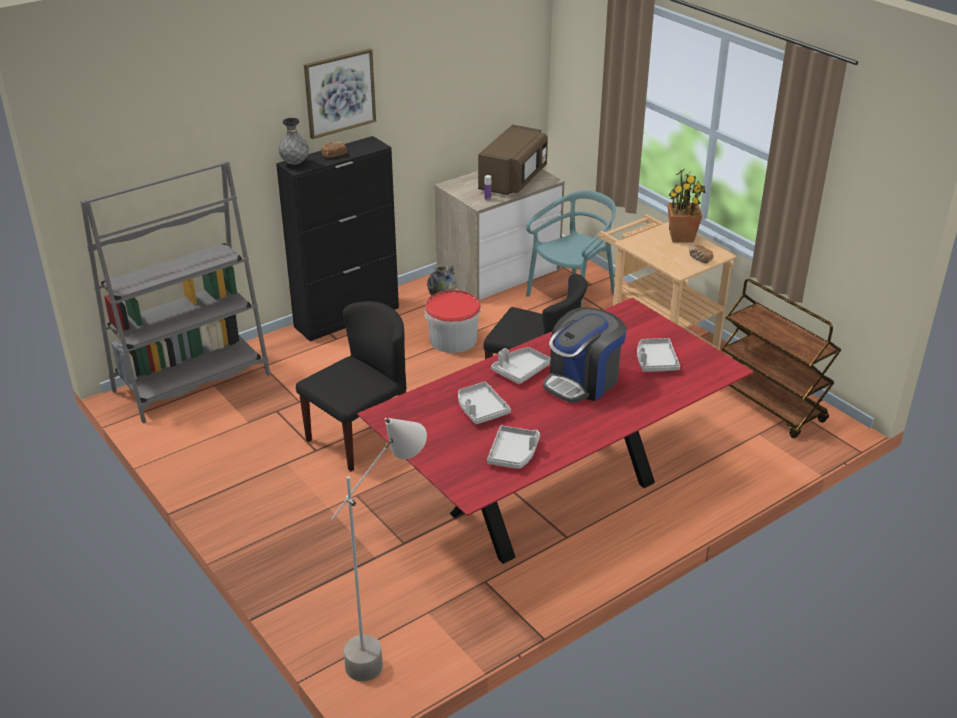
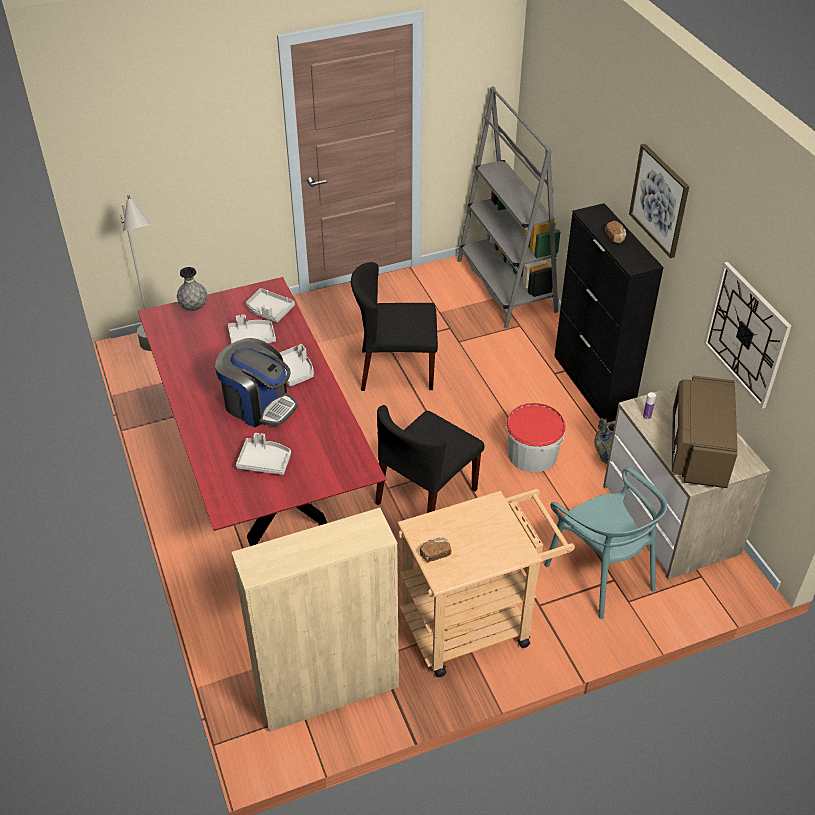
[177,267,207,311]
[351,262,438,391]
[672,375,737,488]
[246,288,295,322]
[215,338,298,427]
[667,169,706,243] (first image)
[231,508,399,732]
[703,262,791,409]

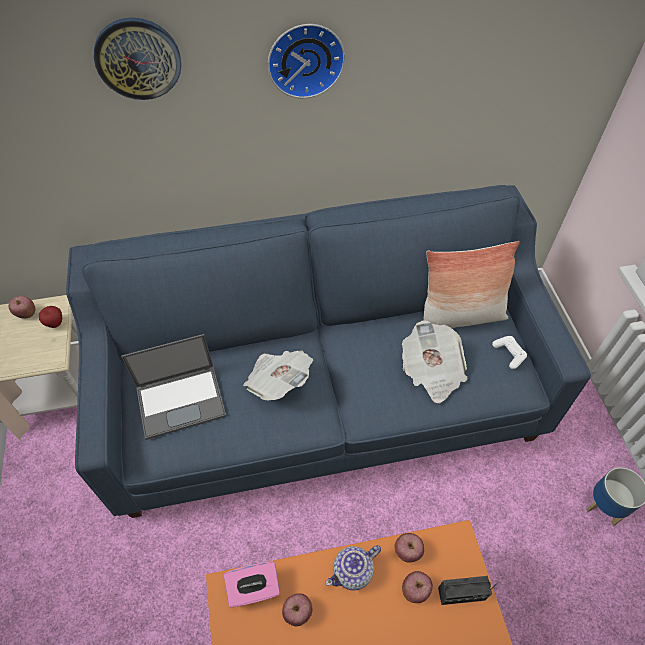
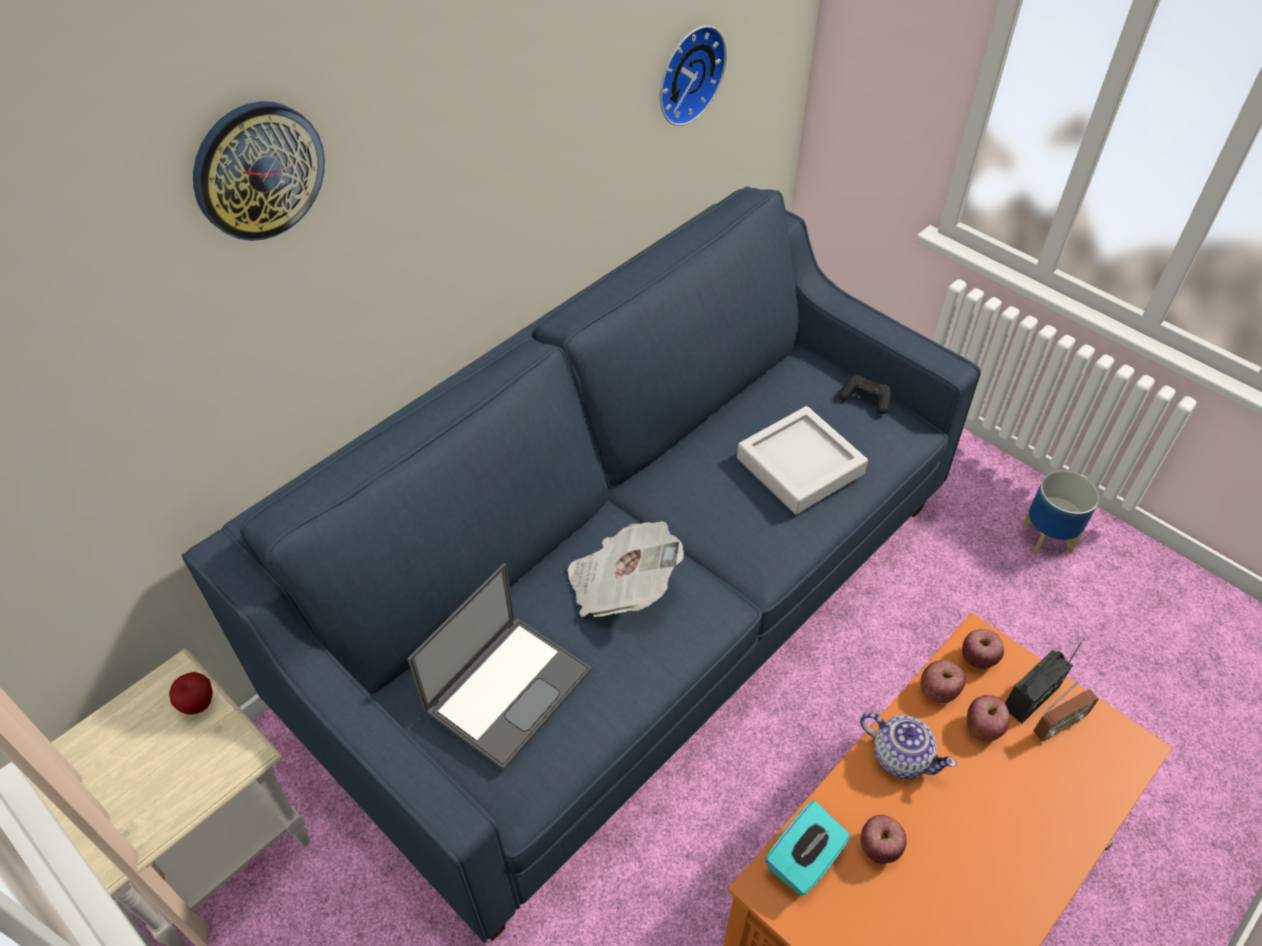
[962,629,1004,669]
[765,801,850,895]
[660,25,727,126]
[860,712,957,779]
[737,406,868,515]
[424,241,520,328] (first image)
[839,375,891,414]
[1033,681,1099,741]

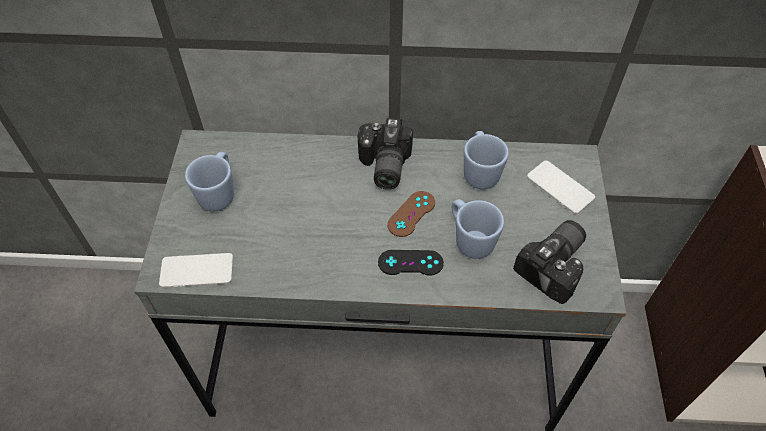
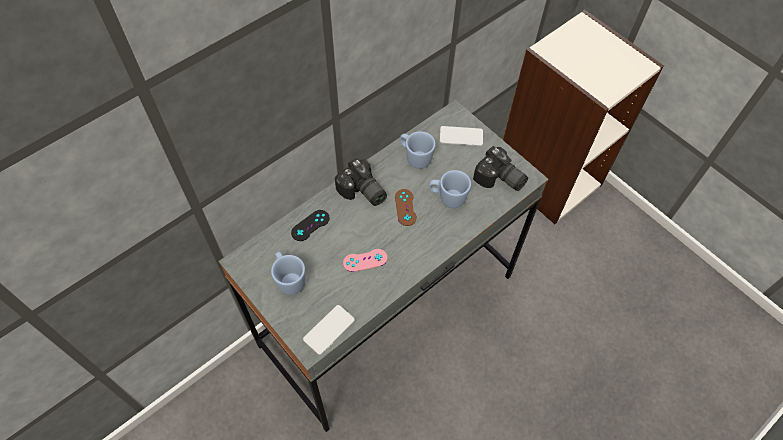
[291,210,330,241]
[473,146,528,191]
[343,249,388,272]

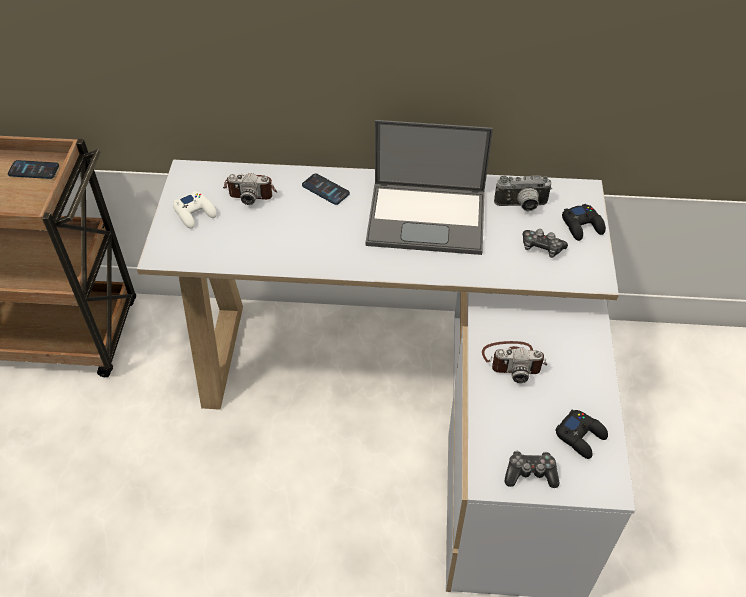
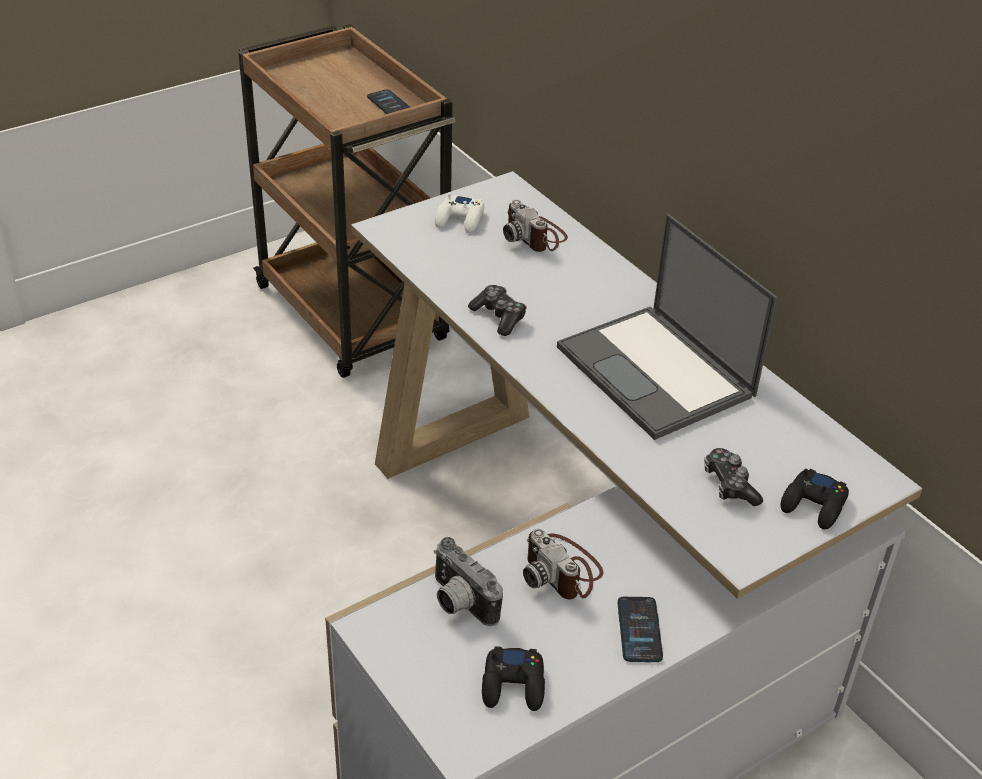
[618,597,663,662]
[434,537,503,626]
[468,285,527,336]

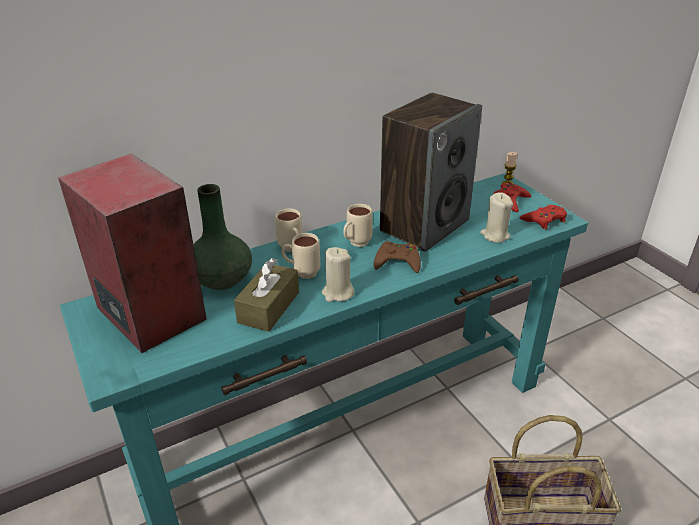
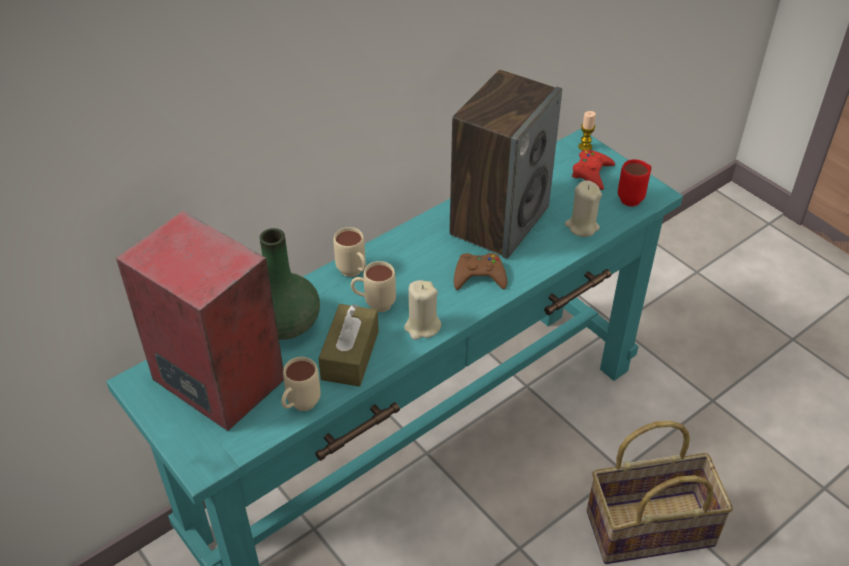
[282,357,321,411]
[618,159,651,207]

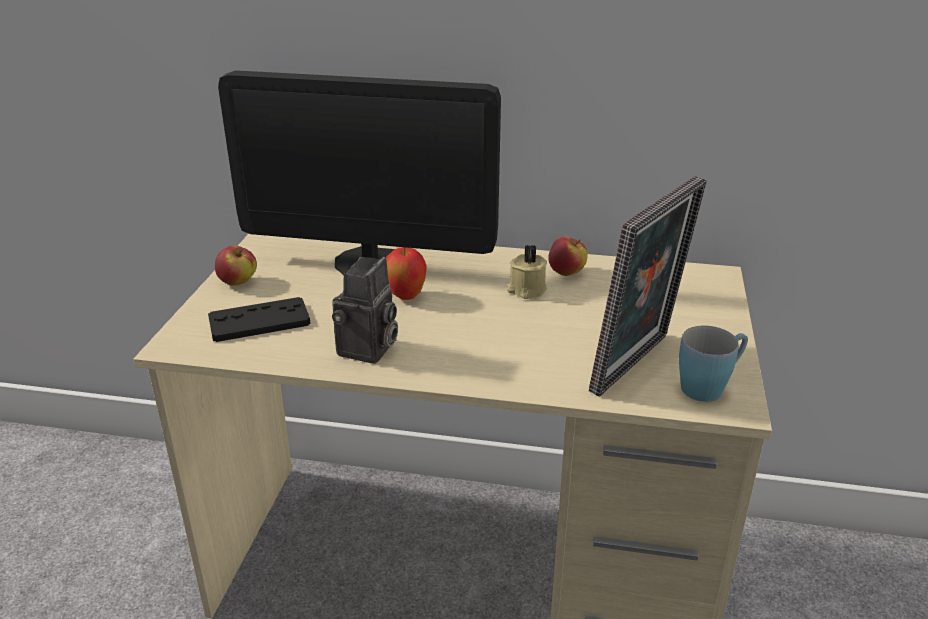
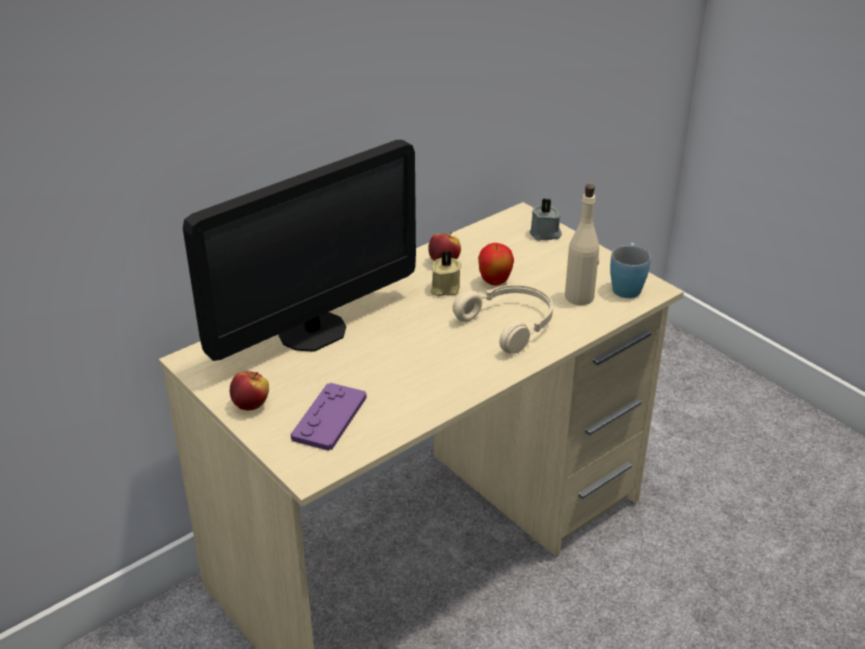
[291,383,367,451]
[332,257,398,364] (first image)
[478,243,514,285]
[565,184,600,305]
[453,285,553,354]
[530,199,562,241]

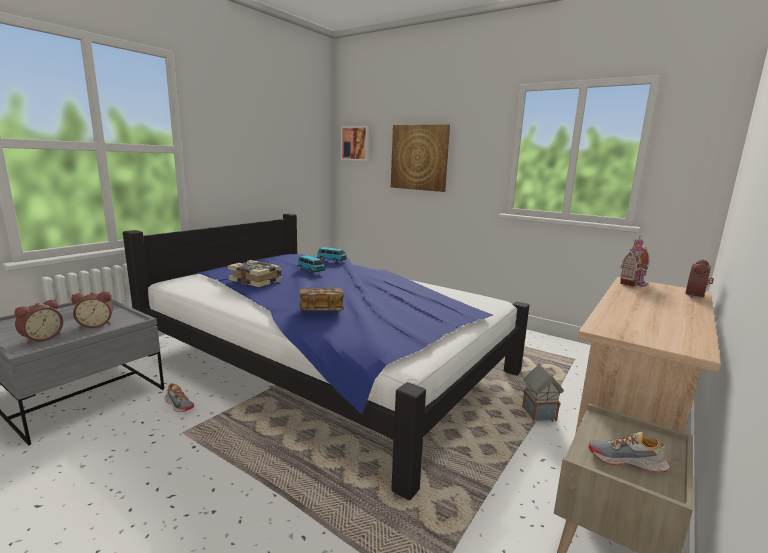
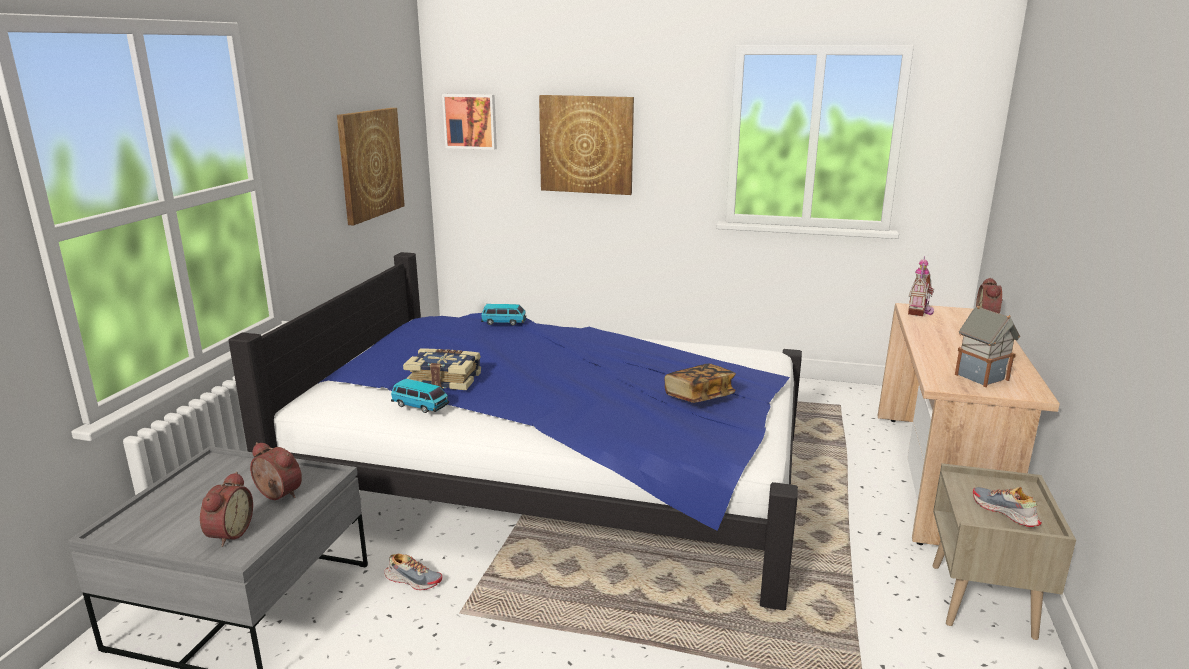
[250,442,302,500]
[391,379,449,413]
[664,363,736,403]
[955,306,1020,387]
[973,487,1042,527]
[337,108,405,226]

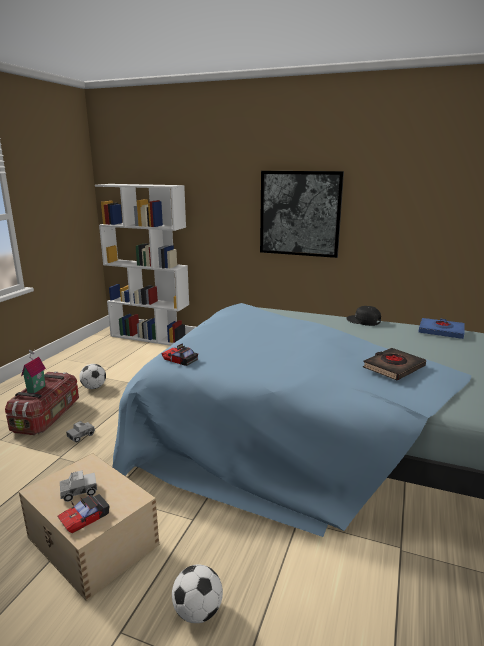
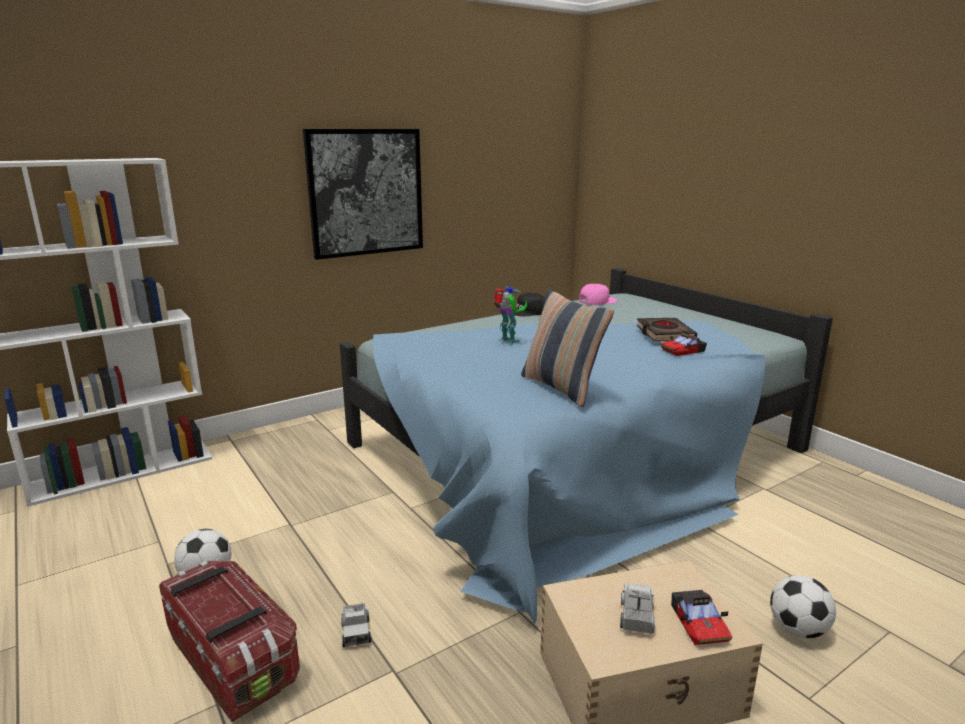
[21,350,46,394] (first image)
[661,331,707,356]
[579,284,617,305]
[493,286,527,345]
[521,290,614,407]

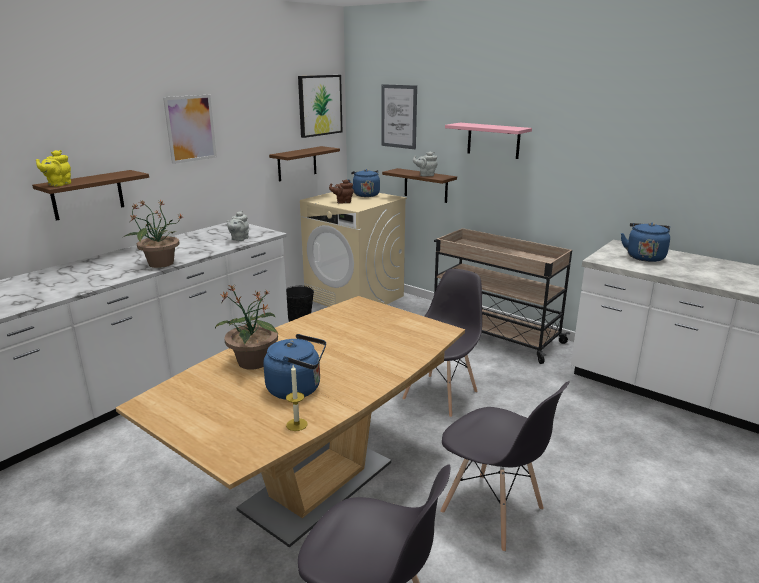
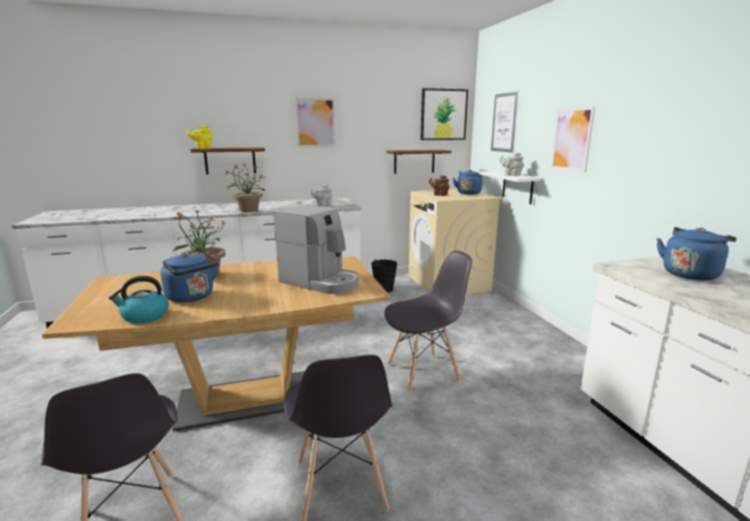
[109,276,169,323]
[479,171,541,204]
[434,228,572,364] (first image)
[551,107,595,173]
[274,205,359,294]

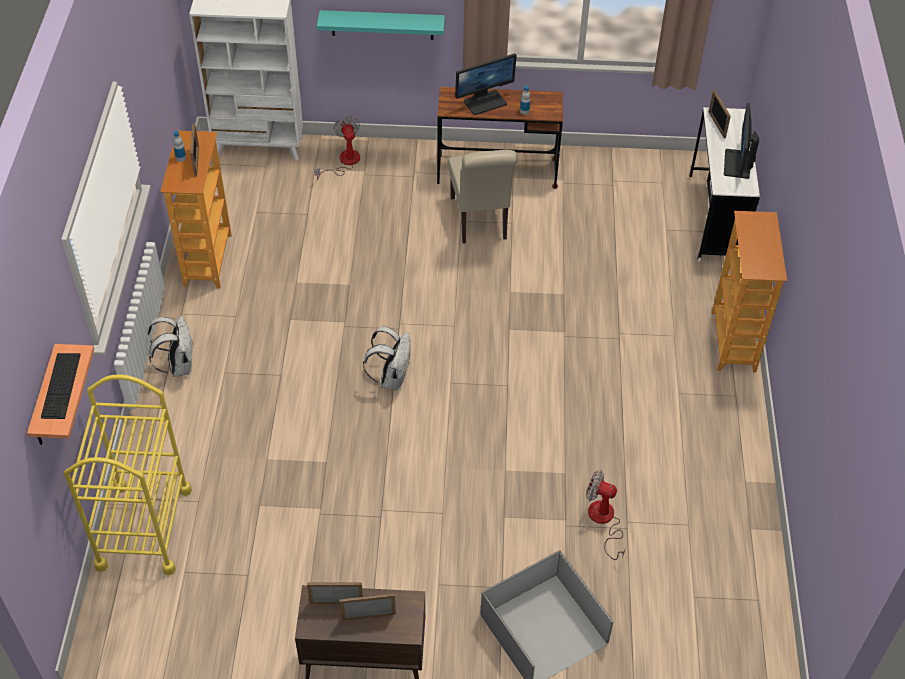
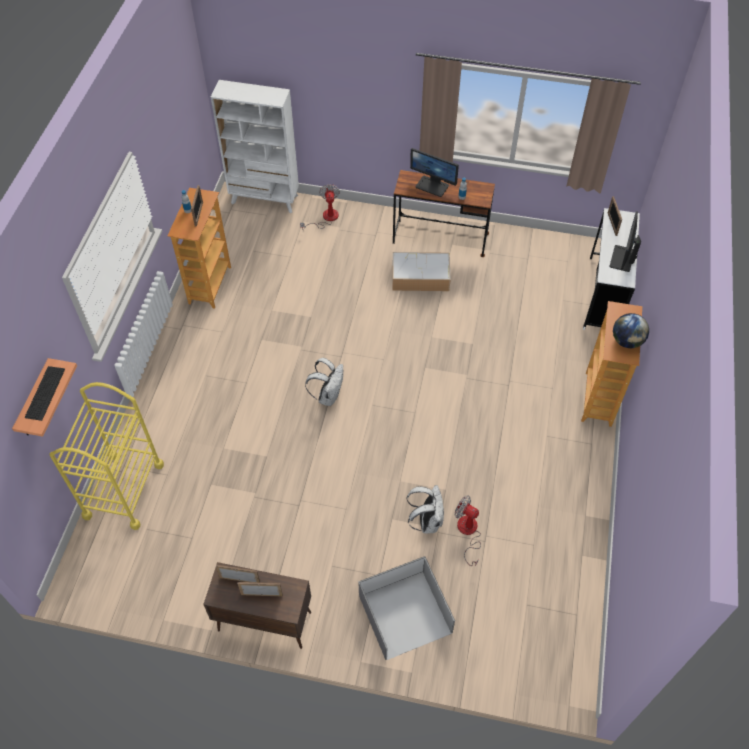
[406,485,444,533]
[317,10,445,40] (first image)
[392,252,451,291]
[410,148,459,197]
[613,313,649,348]

